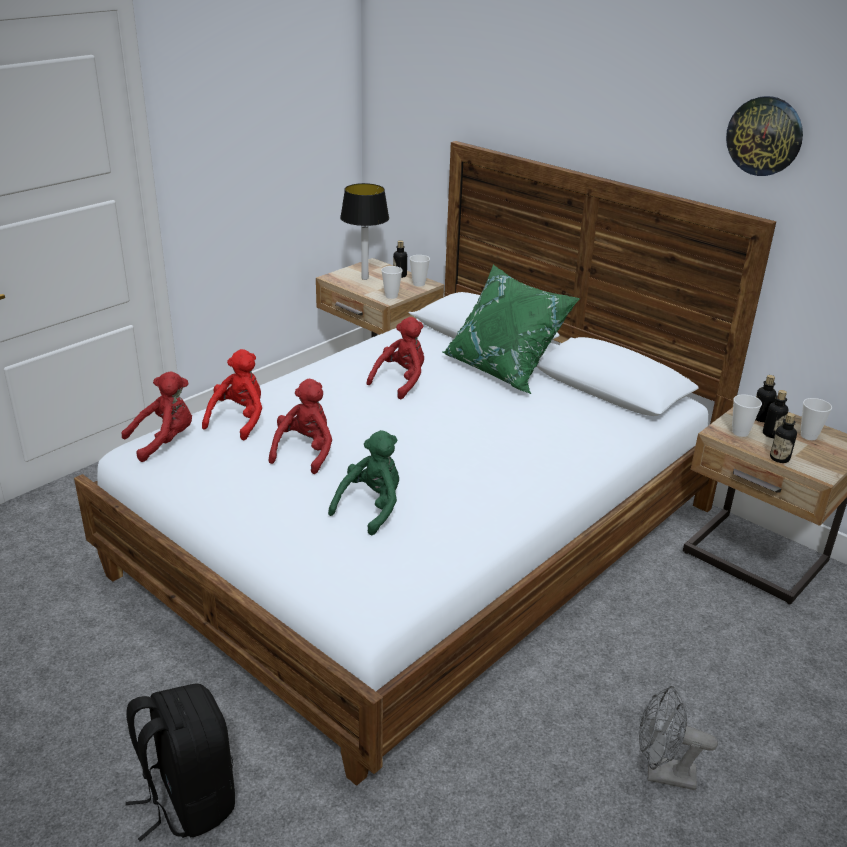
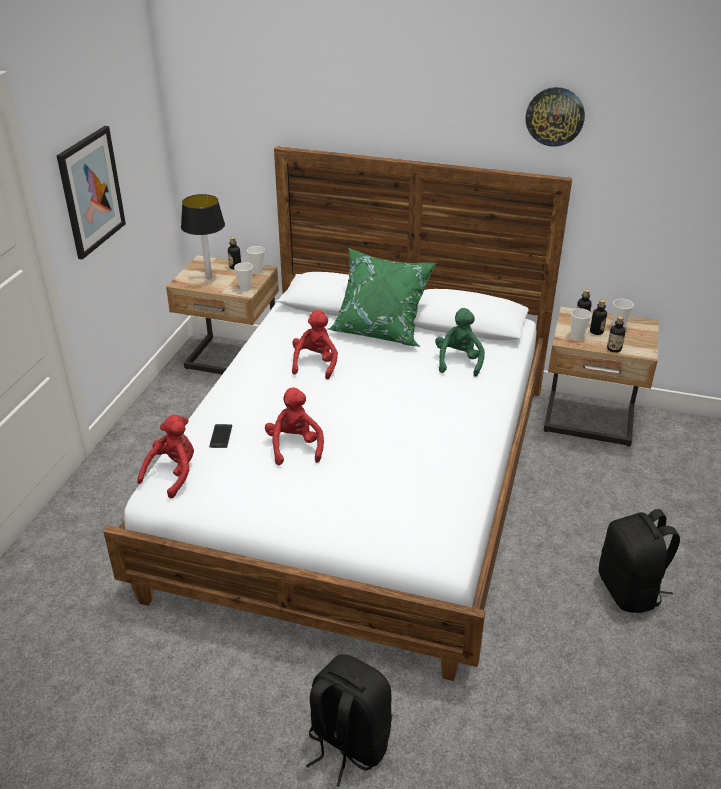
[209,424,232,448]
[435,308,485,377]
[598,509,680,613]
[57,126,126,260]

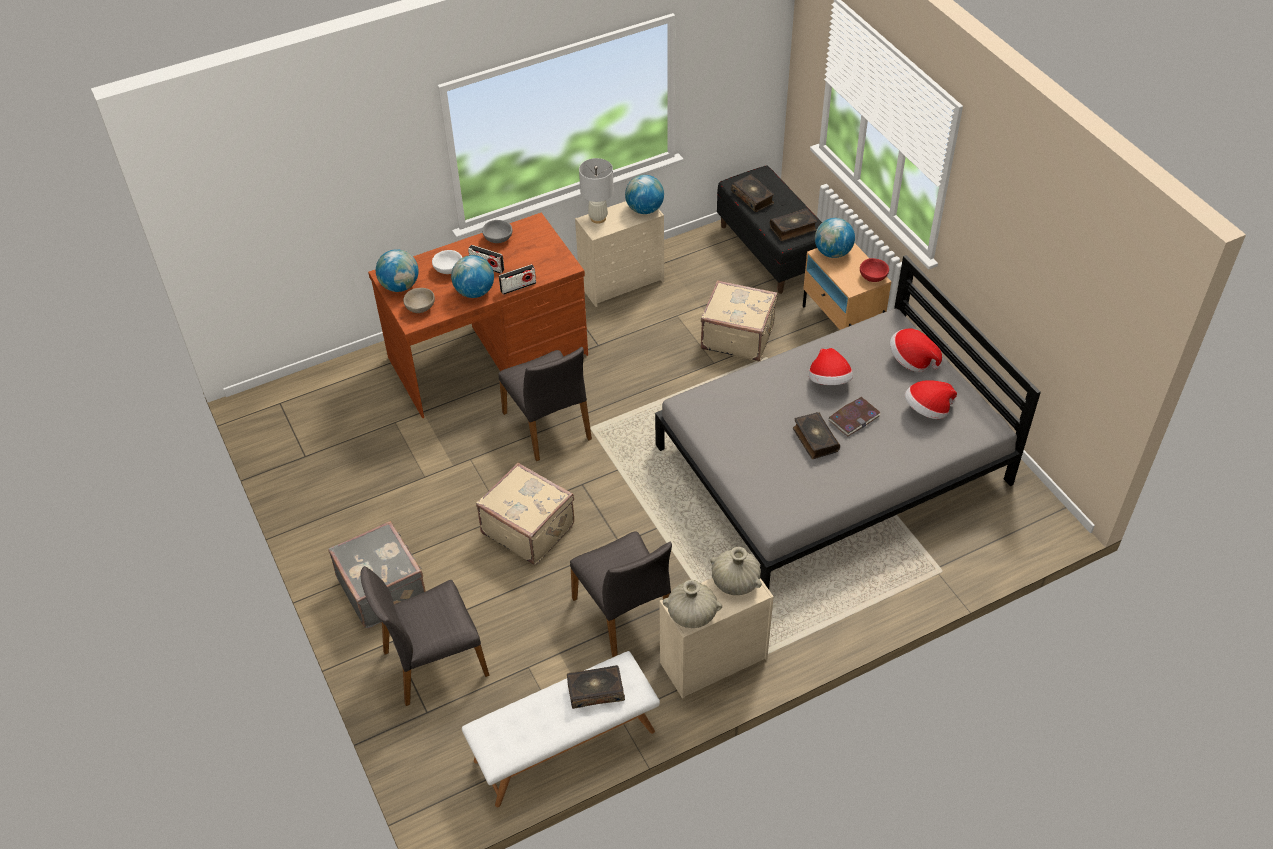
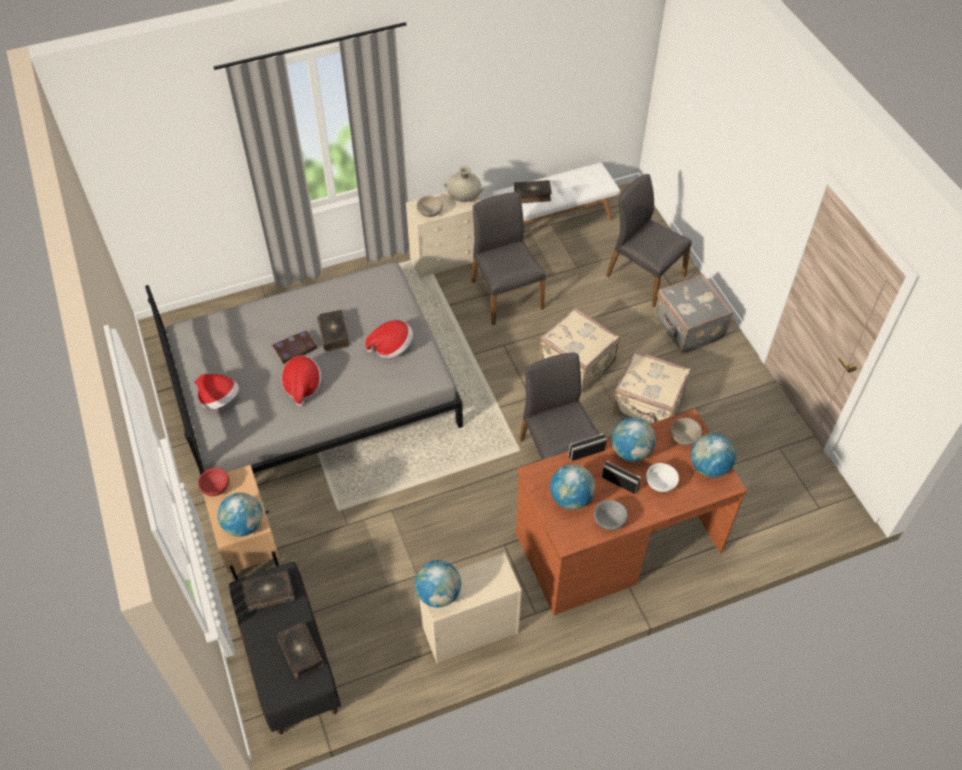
[606,174,692,308]
[579,158,614,224] (first image)
[613,350,691,424]
[417,196,443,217]
[365,320,413,358]
[550,464,595,510]

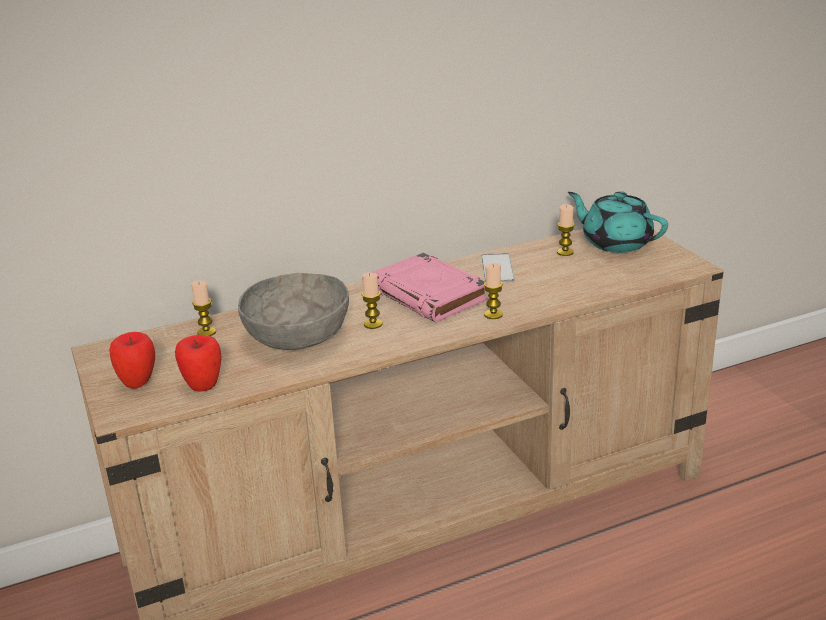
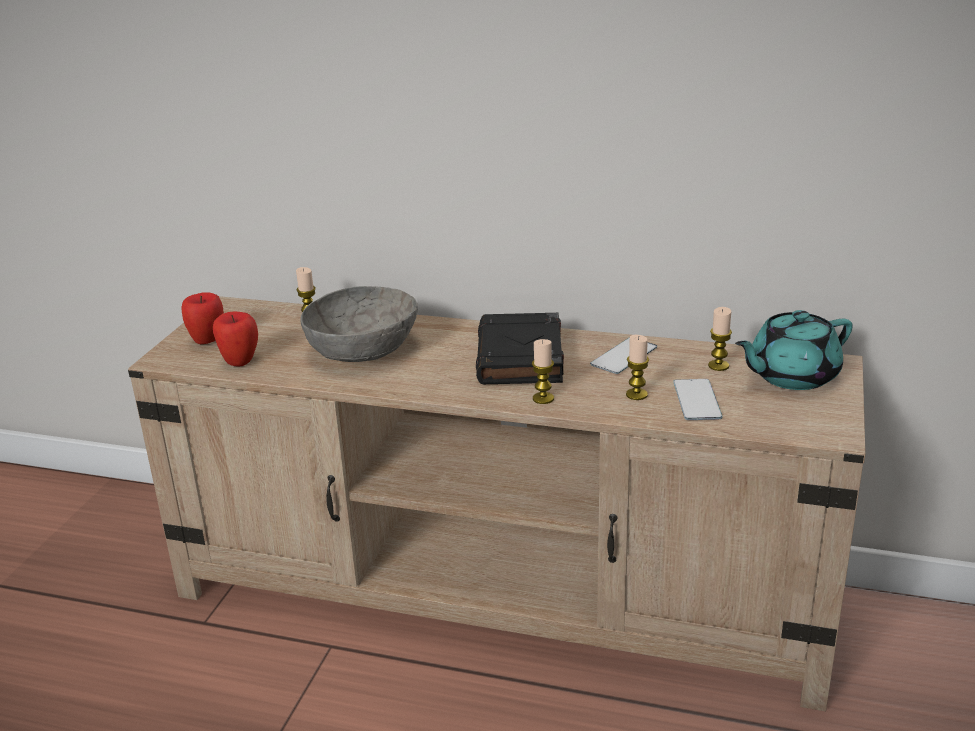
[626,335,649,400]
[476,313,564,384]
[735,310,853,390]
[673,379,723,420]

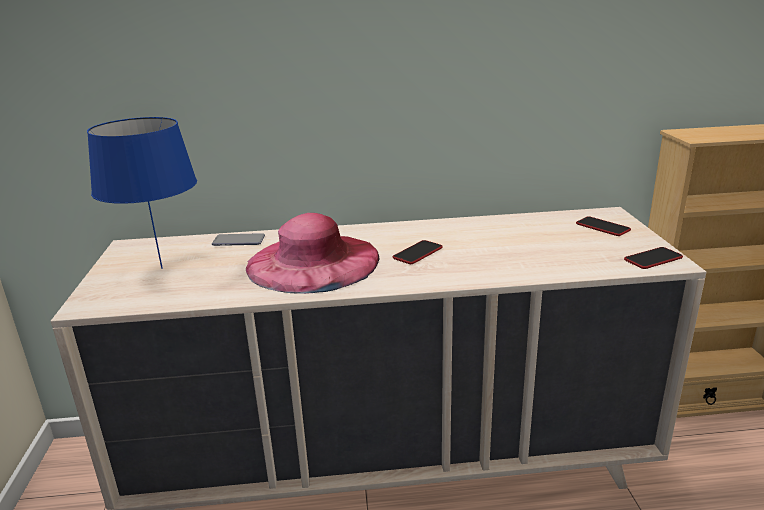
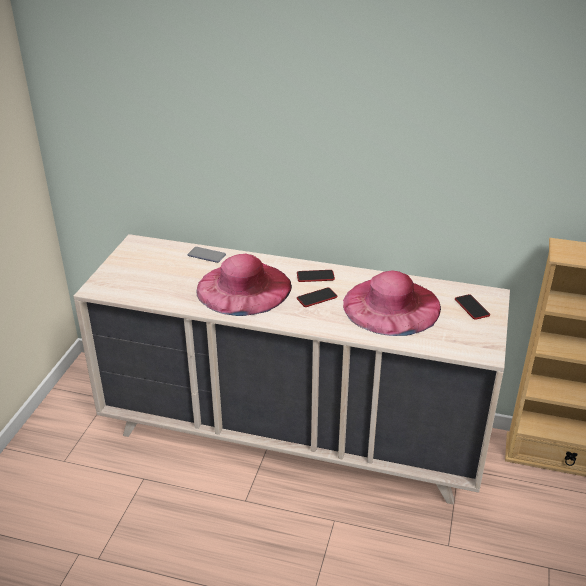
[87,117,197,269] (first image)
[297,270,335,282]
[343,270,441,336]

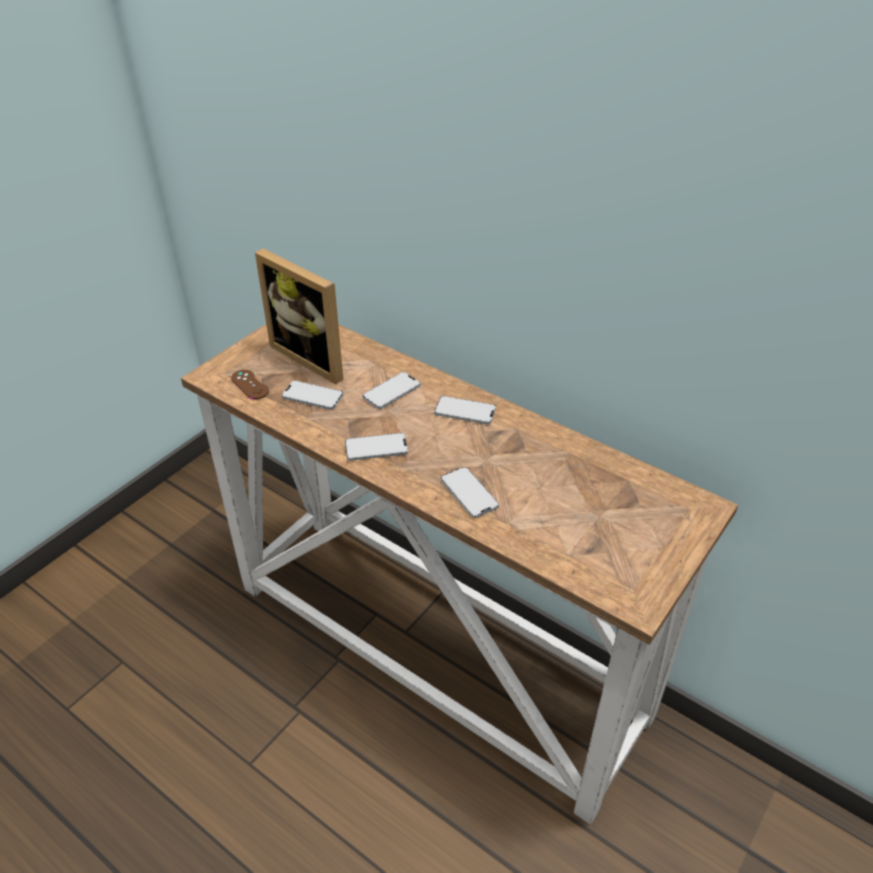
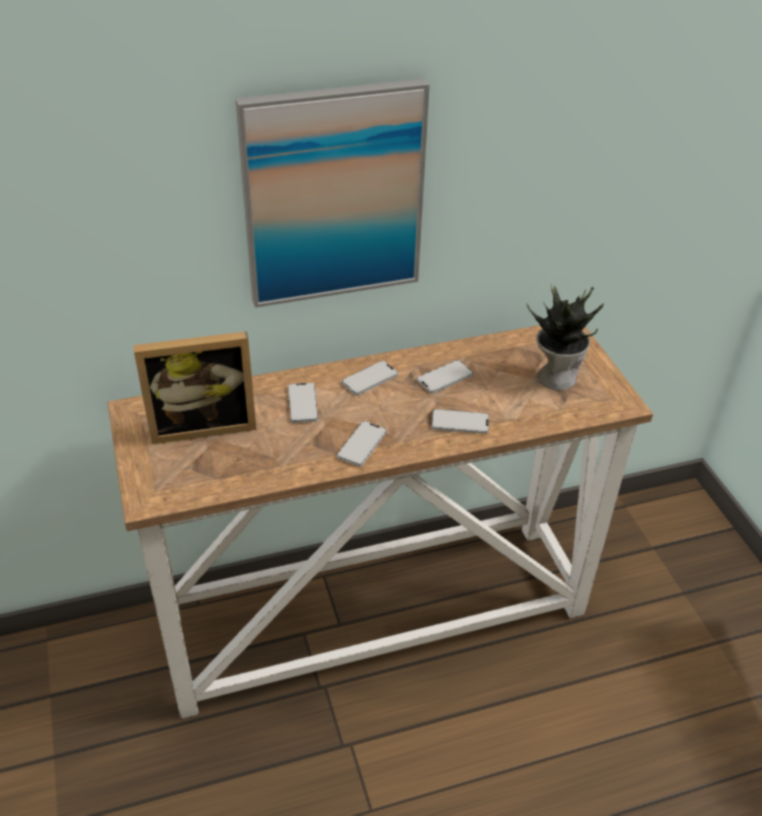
[231,370,269,399] (first image)
[417,360,473,393]
[235,78,430,308]
[527,285,603,390]

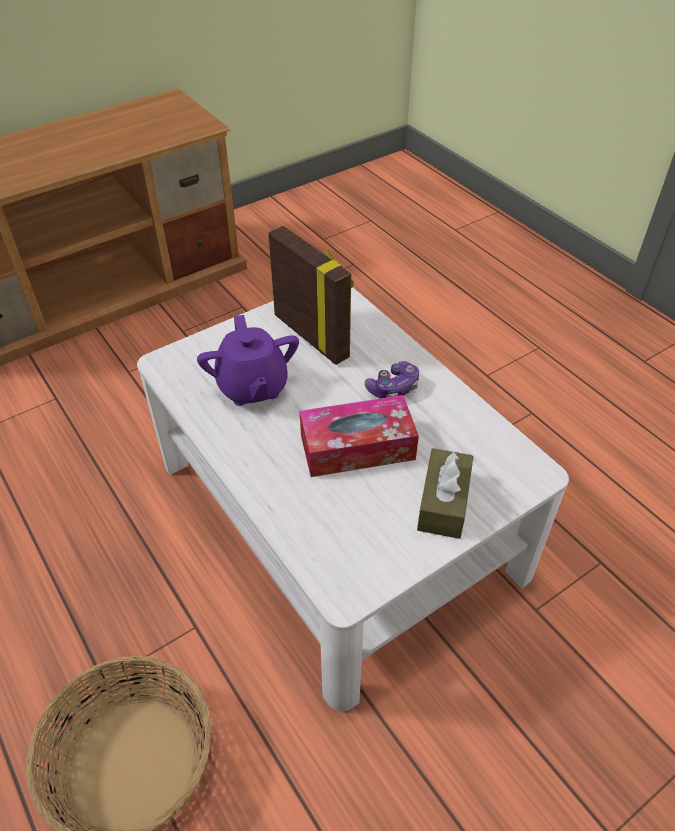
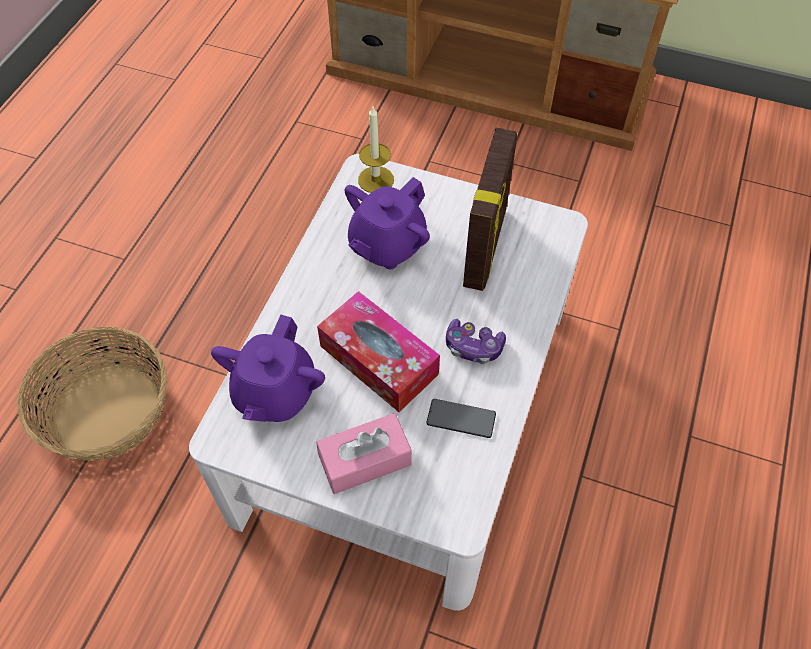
[316,413,412,494]
[211,315,325,422]
[358,107,394,193]
[426,399,496,438]

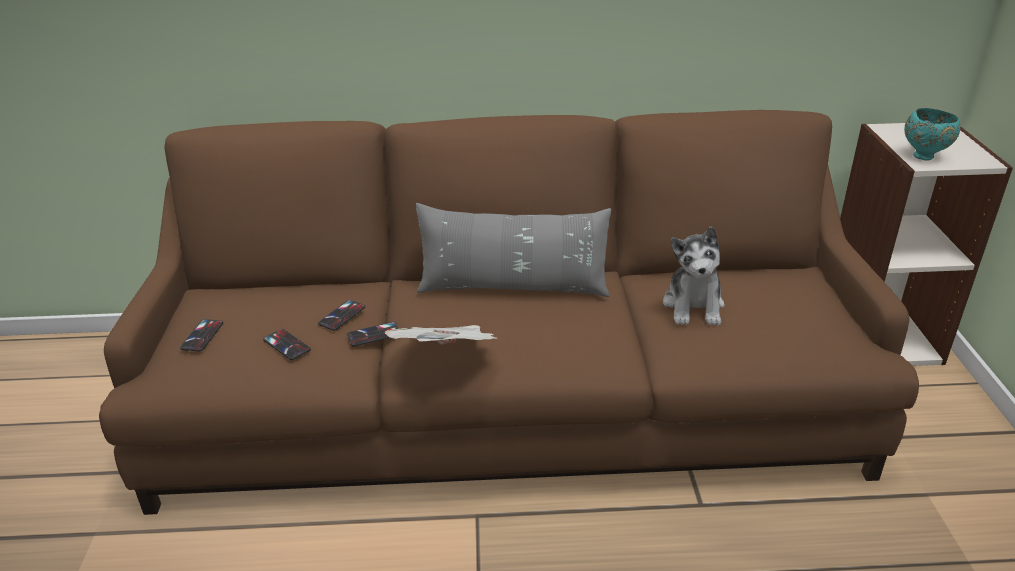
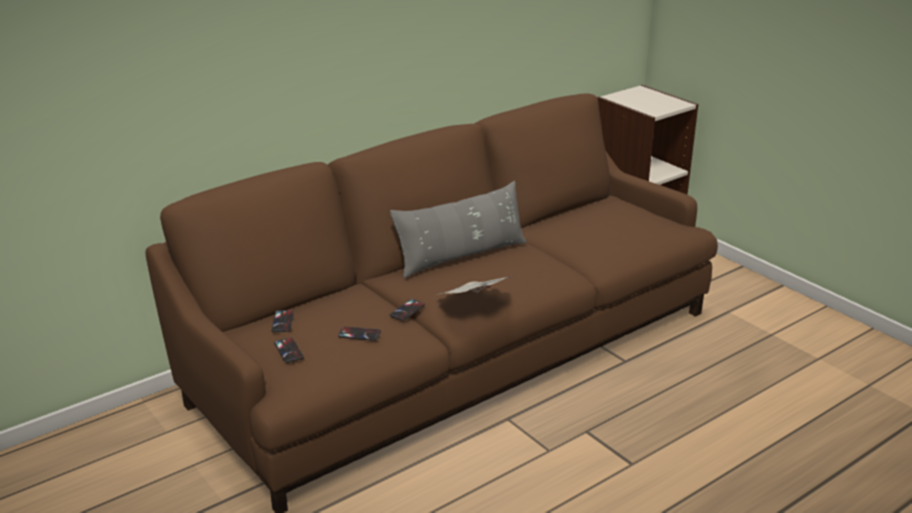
[272,310,294,332]
[663,226,725,326] (first image)
[904,108,960,161] (first image)

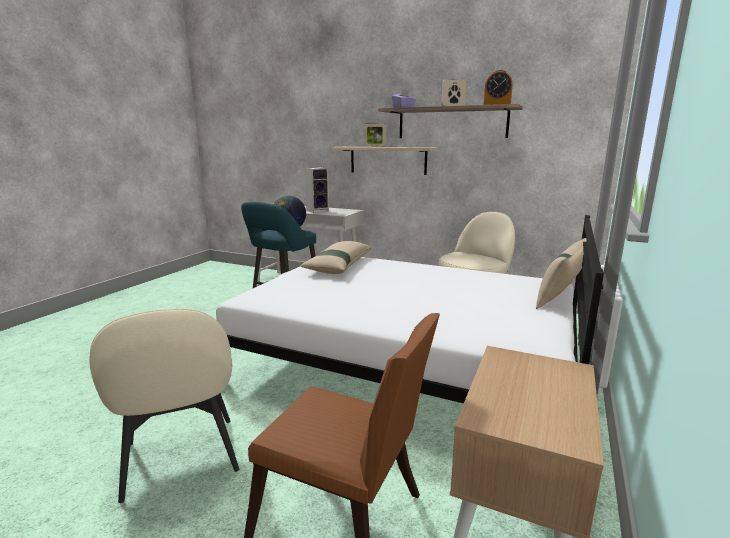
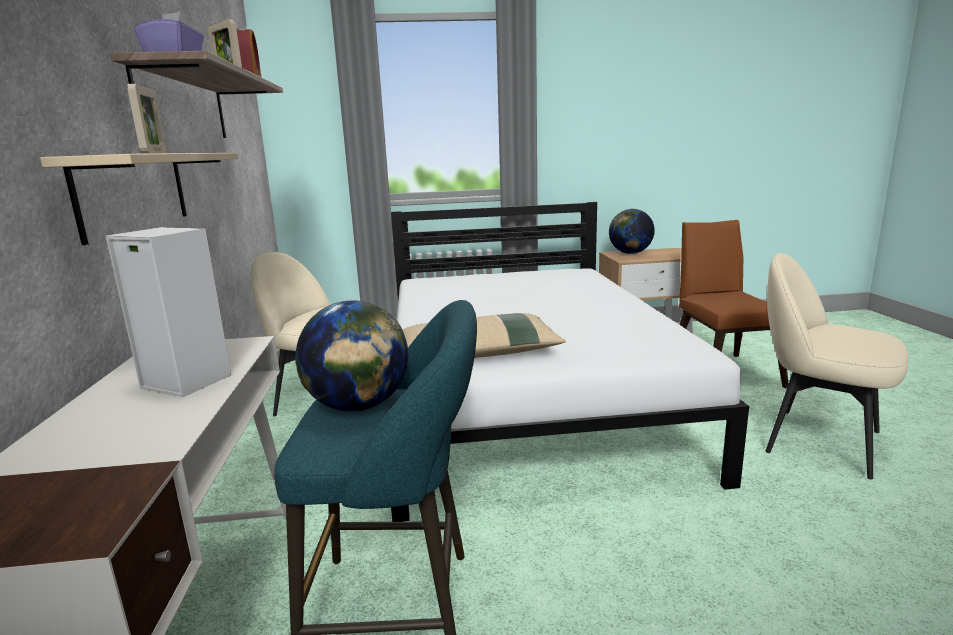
[765,253,908,480]
[536,238,587,309] (first image)
[609,209,655,254]

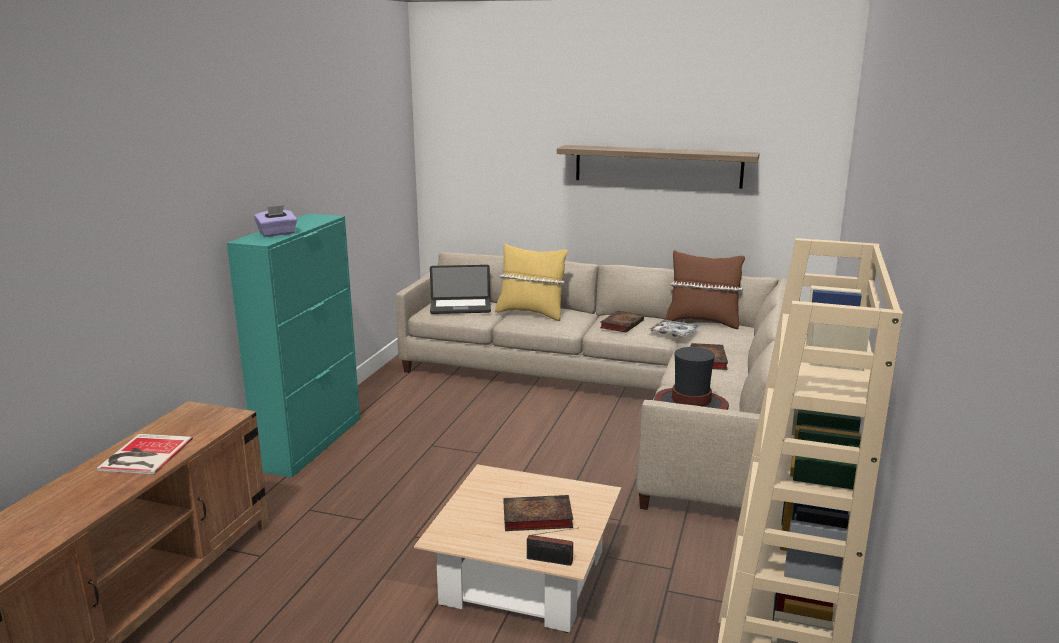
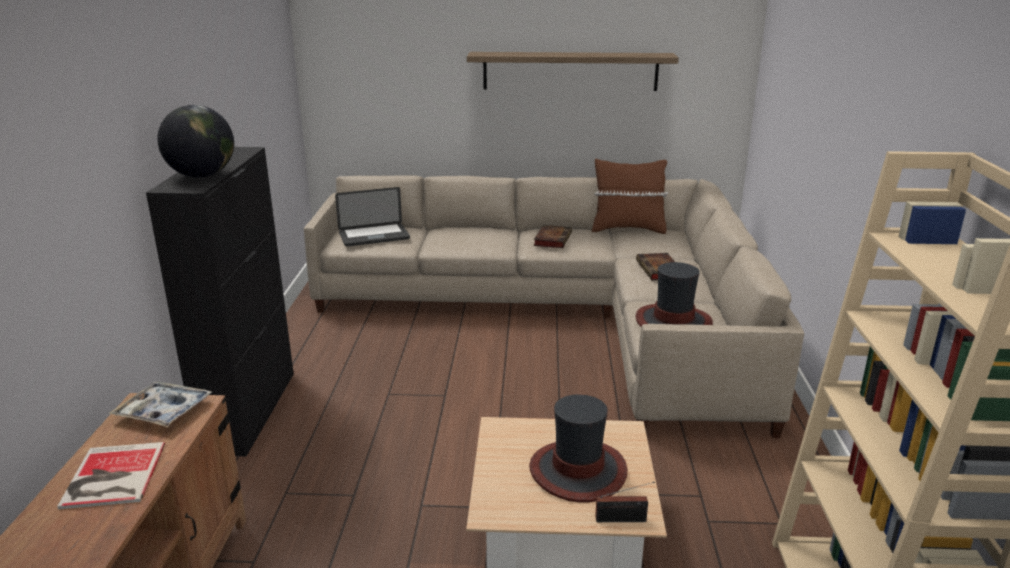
[146,147,294,457]
[157,105,234,177]
[495,243,568,321] (first image)
[529,394,627,503]
[108,382,212,427]

